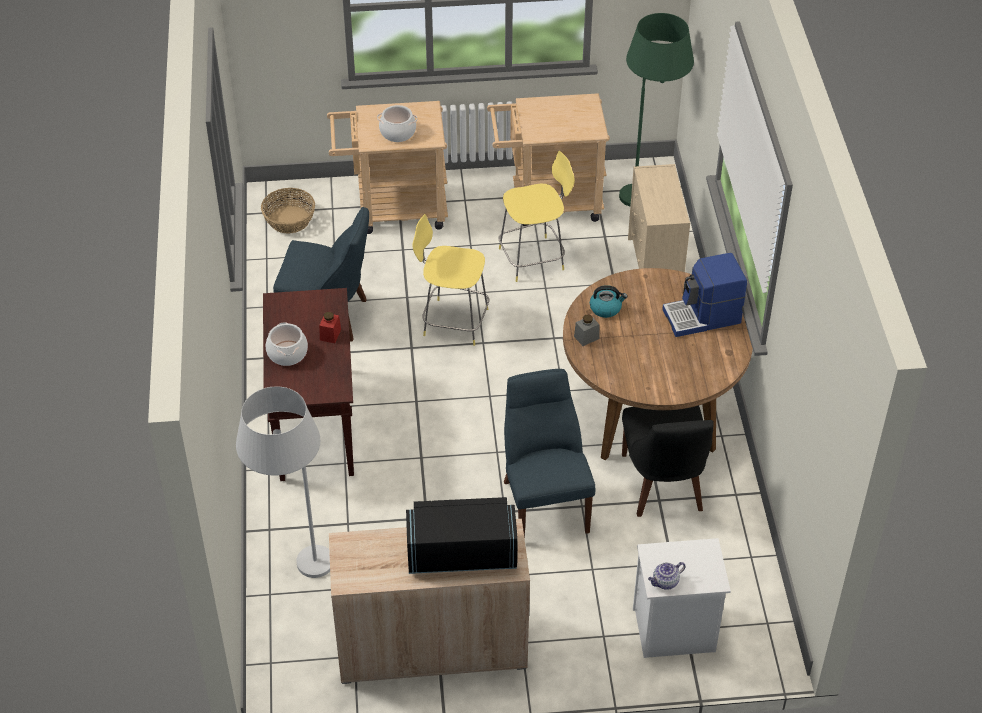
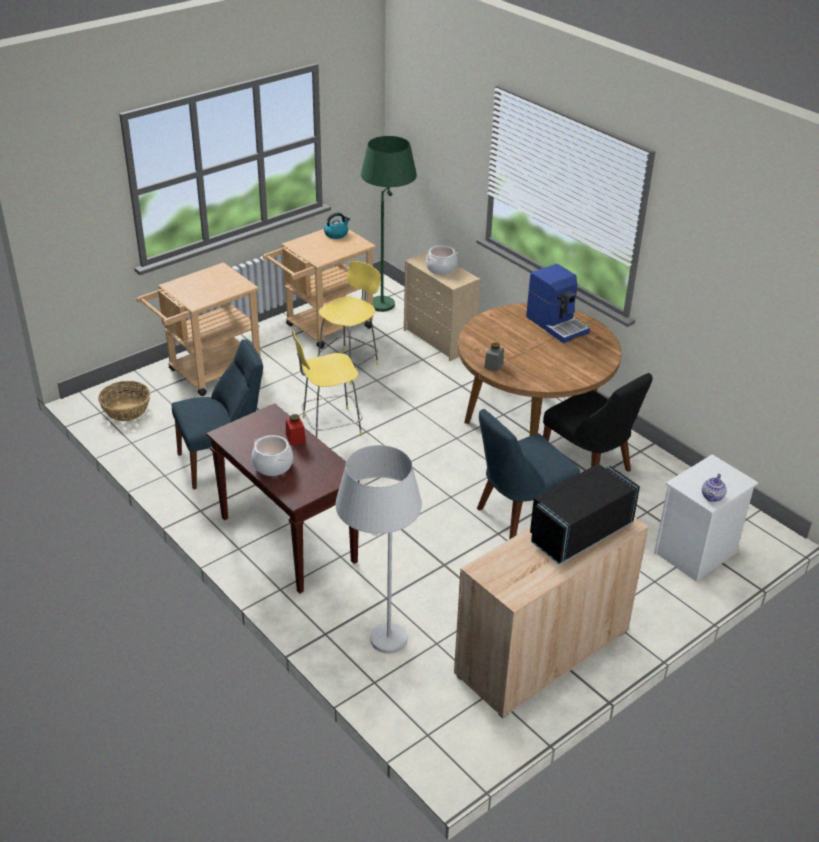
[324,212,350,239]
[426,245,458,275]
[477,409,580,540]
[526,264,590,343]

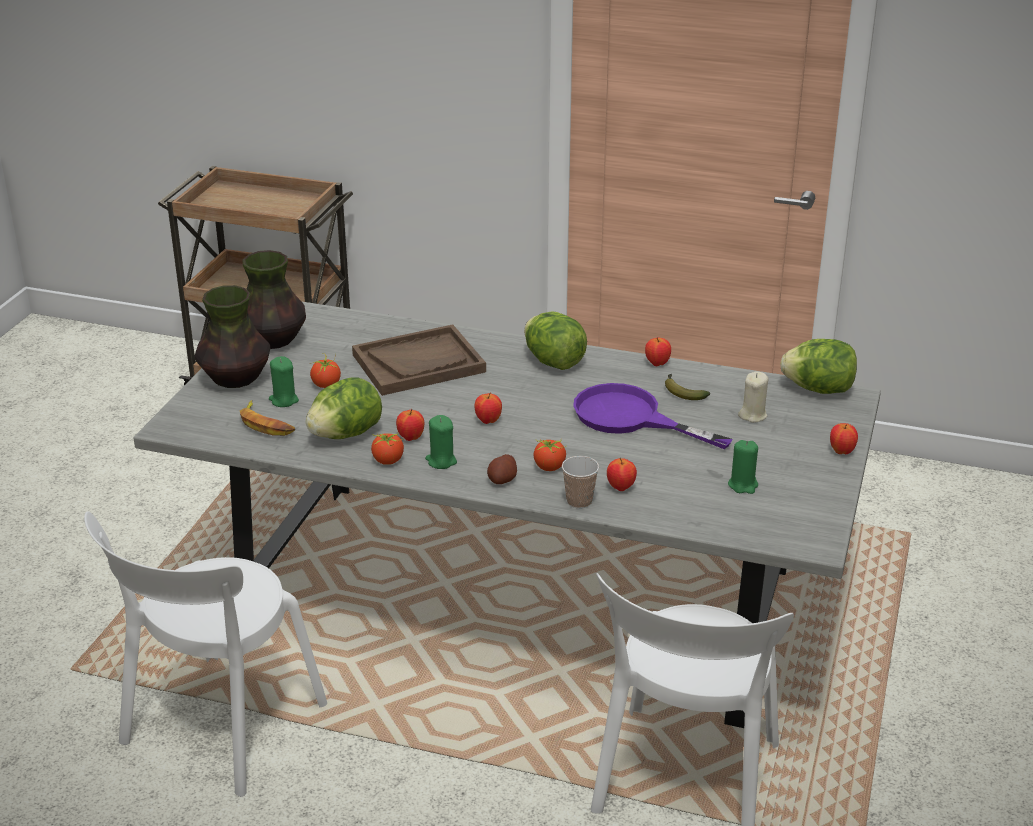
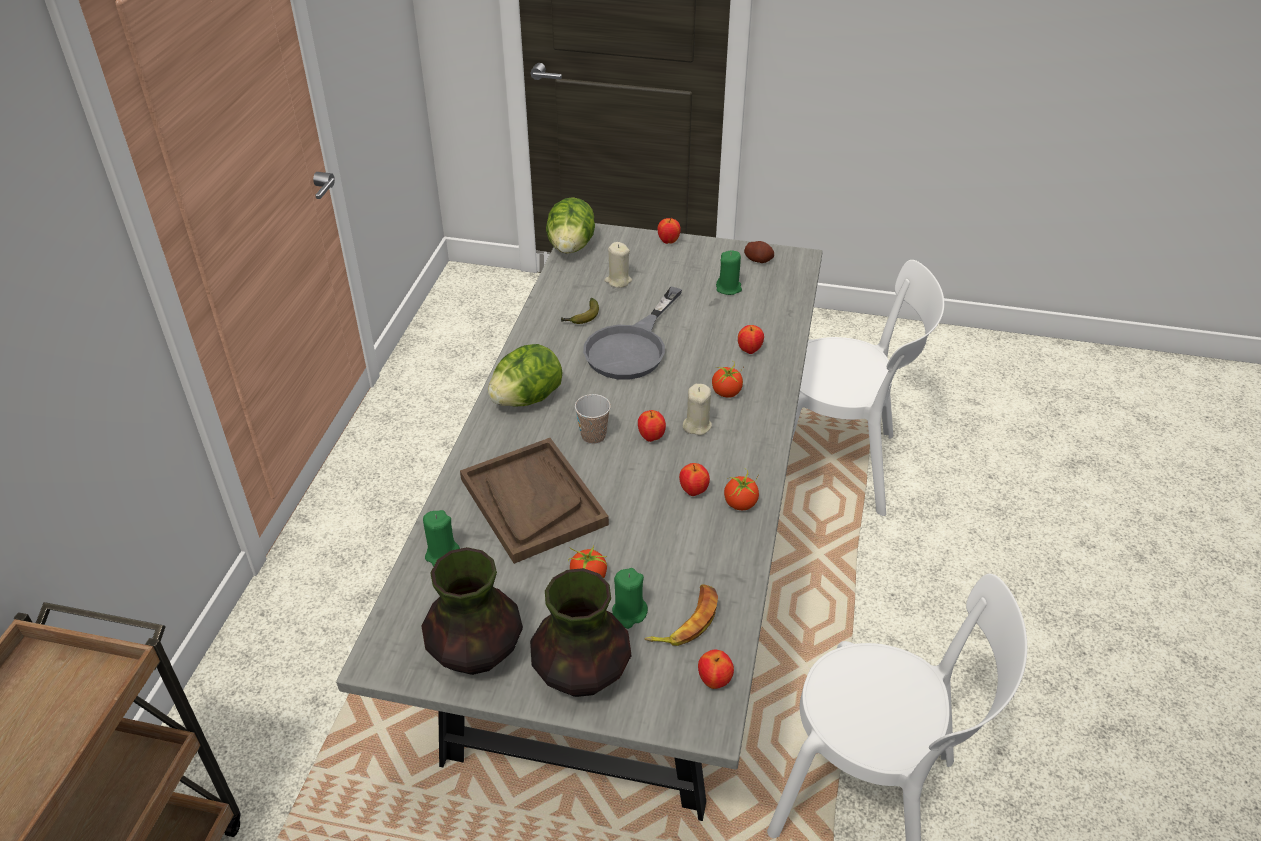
[423,510,460,566]
[575,394,611,444]
[583,287,682,380]
[683,384,712,435]
[698,650,734,689]
[744,241,774,263]
[306,378,382,439] (first image)

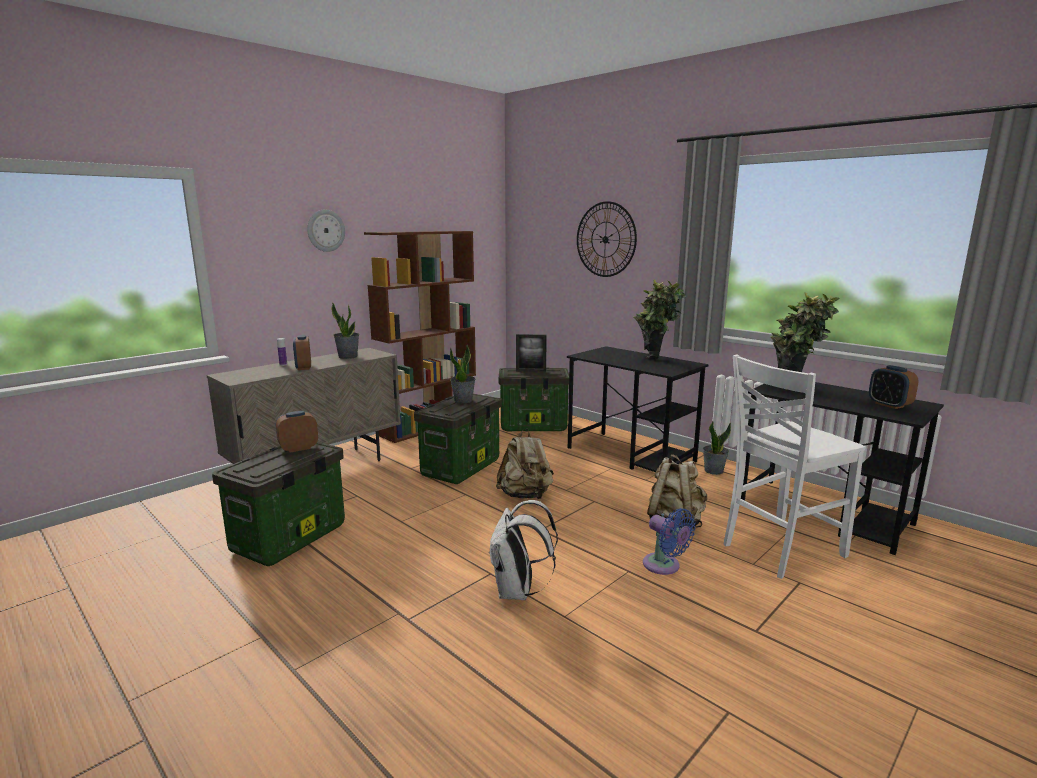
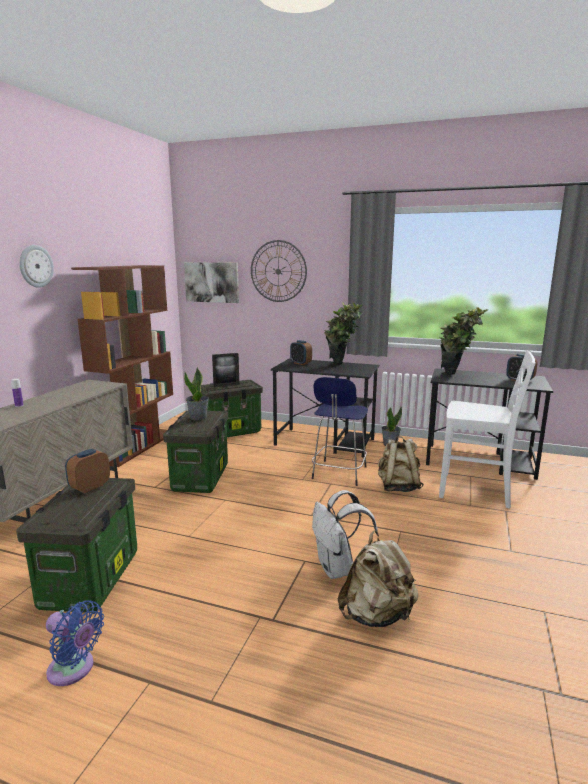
[46,600,104,686]
[184,262,239,303]
[290,340,312,365]
[312,377,368,486]
[338,531,418,627]
[439,350,536,509]
[331,302,360,359] (first image)

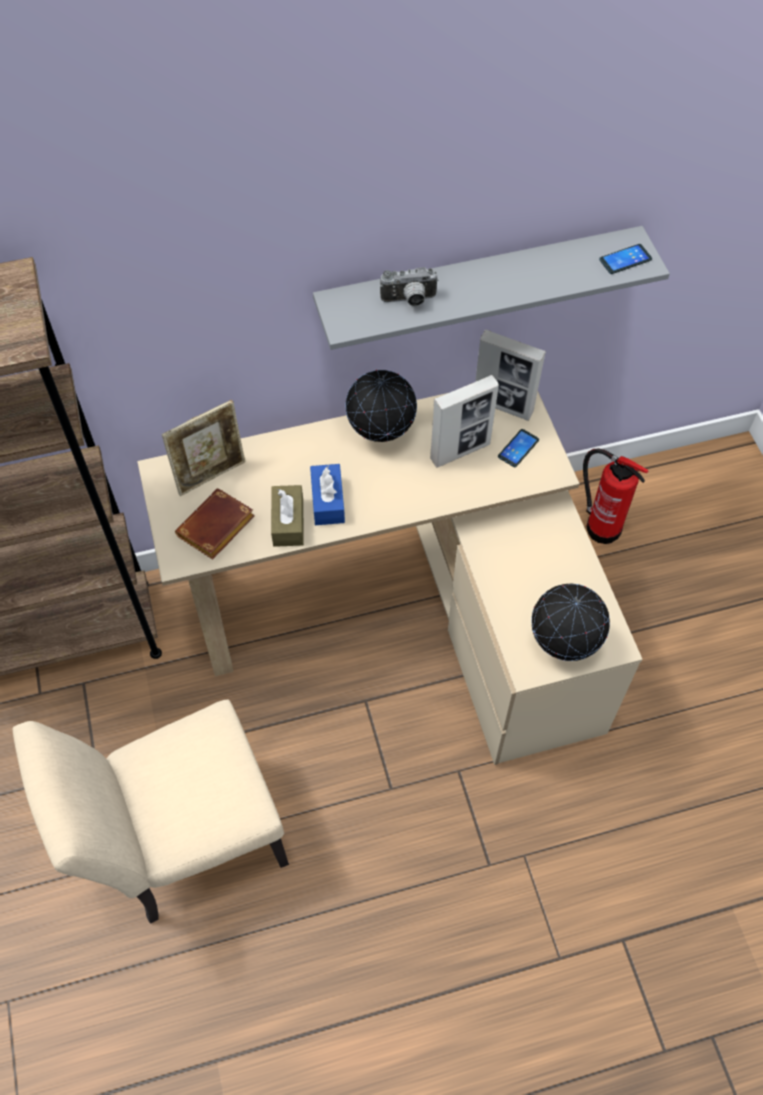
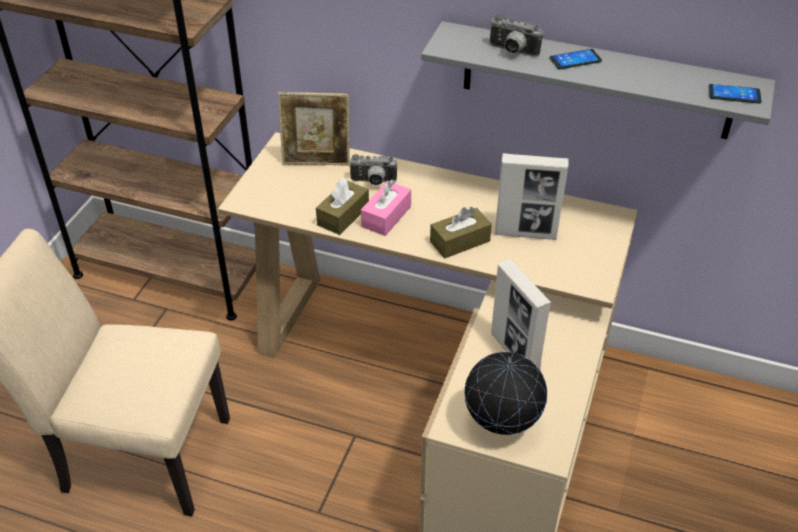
[349,154,397,186]
[361,179,411,236]
[430,207,492,259]
[491,258,551,370]
[550,49,602,70]
[175,488,255,559] (first image)
[345,370,417,442] (first image)
[583,448,648,544] (first image)

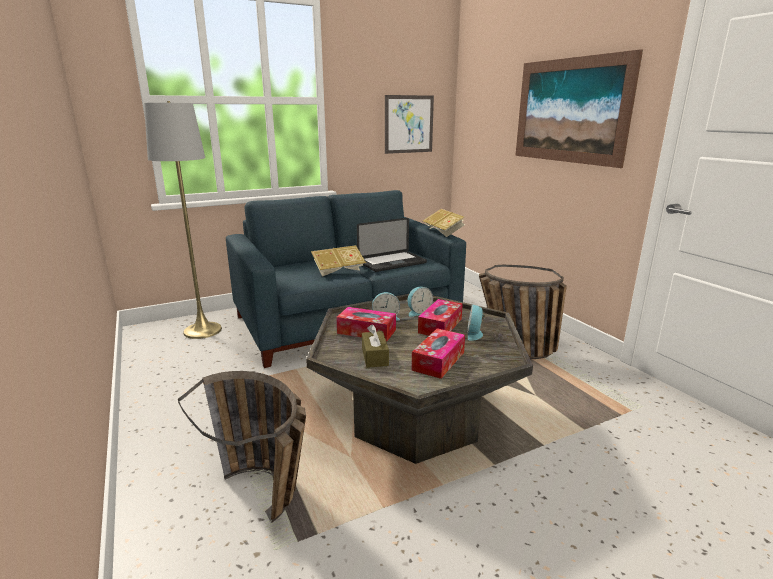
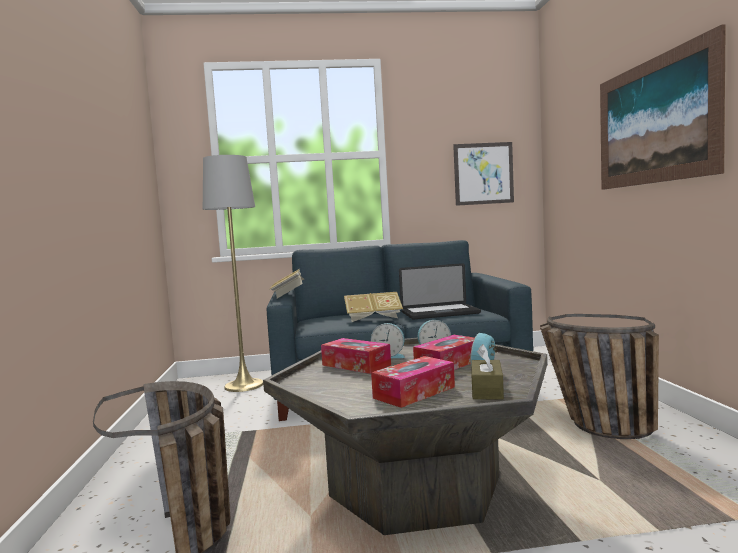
[269,269,304,298]
[471,344,504,400]

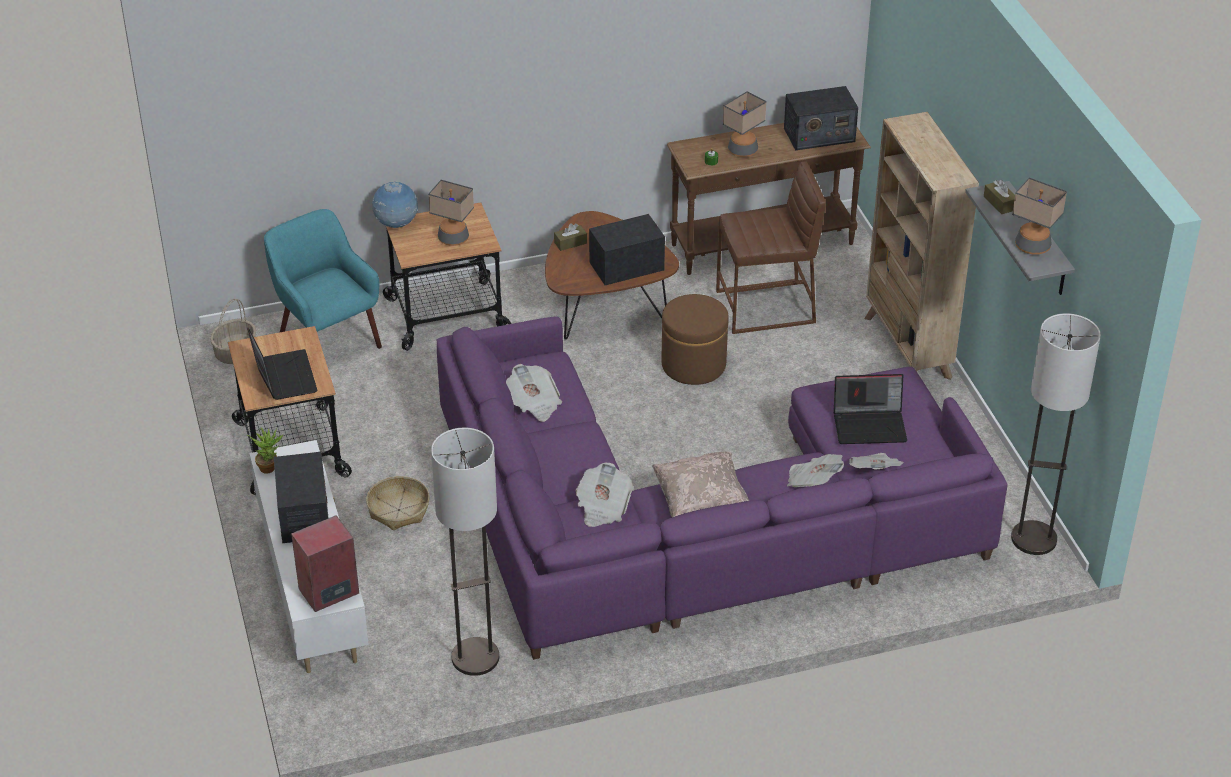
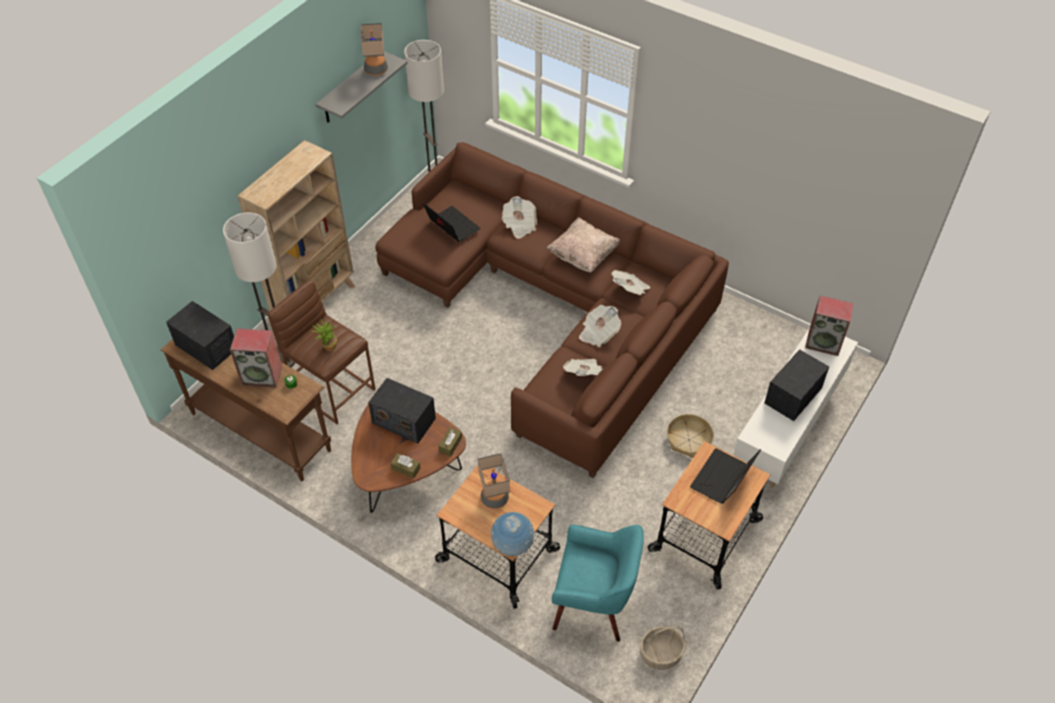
[223,213,295,367]
[230,328,282,387]
[313,318,337,351]
[375,142,729,478]
[438,427,462,457]
[552,525,644,642]
[579,305,621,347]
[661,294,729,385] (first image)

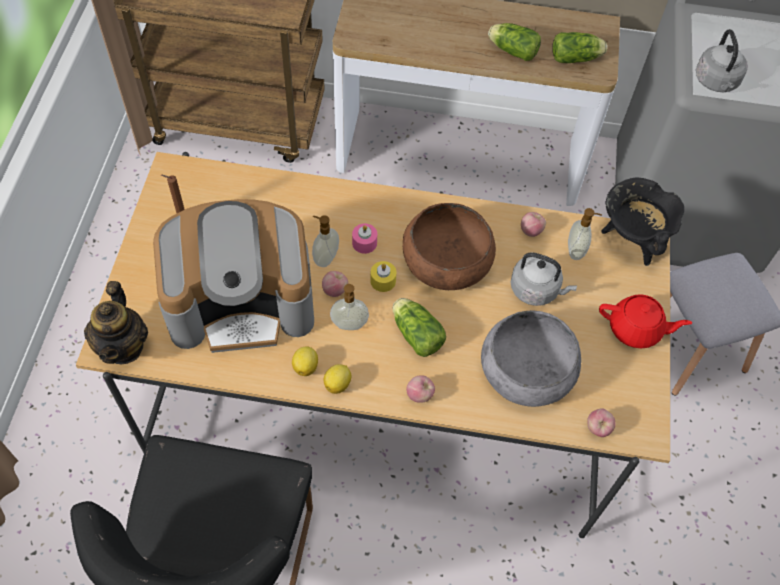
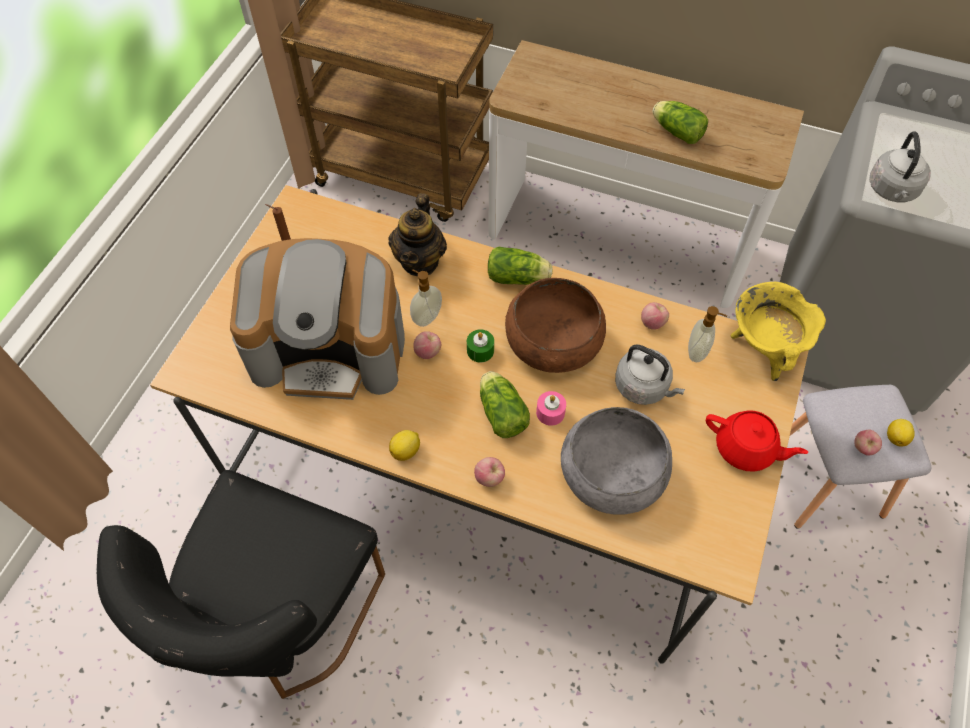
[388,193,447,276]
[467,329,494,362]
[488,247,553,285]
[536,391,566,426]
[731,282,826,381]
[854,430,882,456]
[887,419,915,447]
[330,284,369,330] (first image)

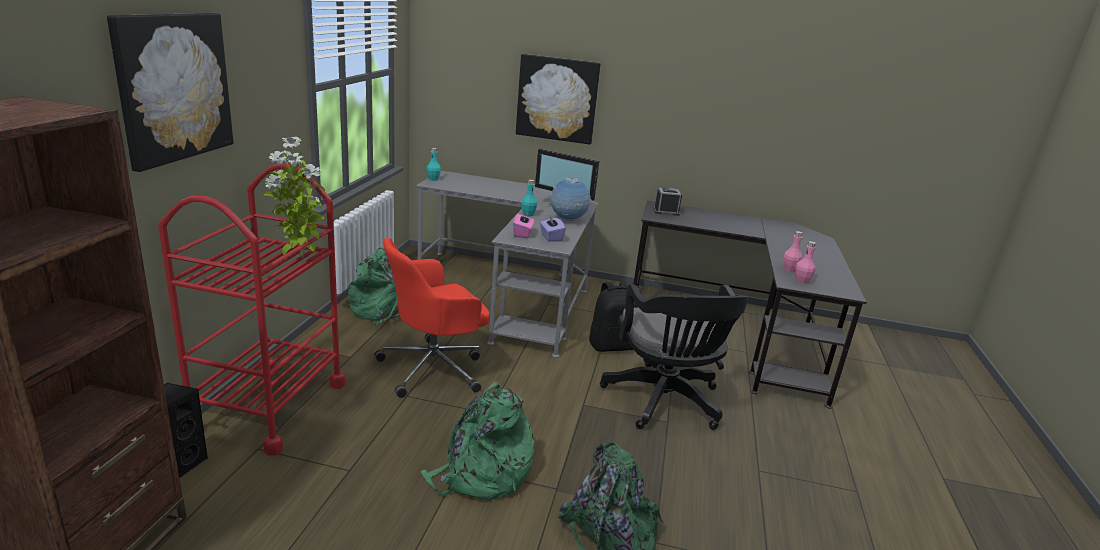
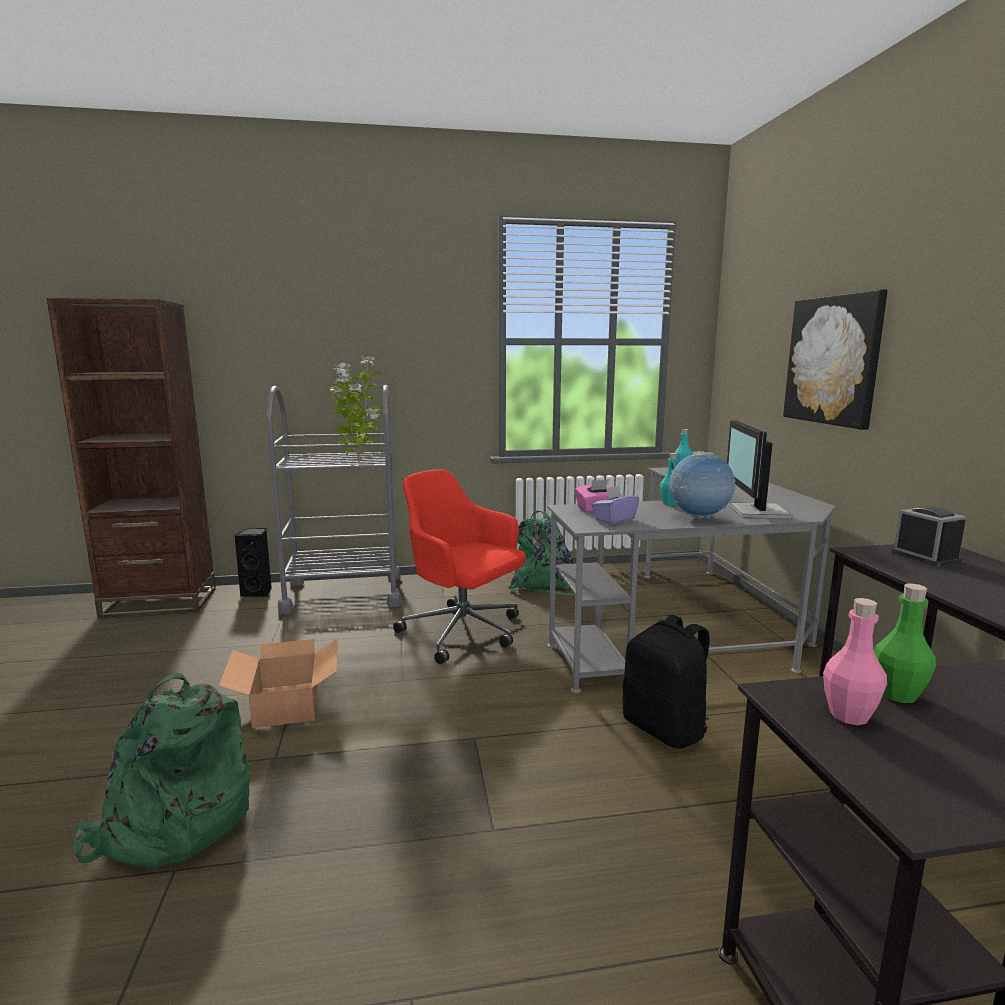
[219,638,338,728]
[266,385,401,614]
[874,584,936,703]
[107,13,233,172] (first image)
[600,284,749,430] (first image)

